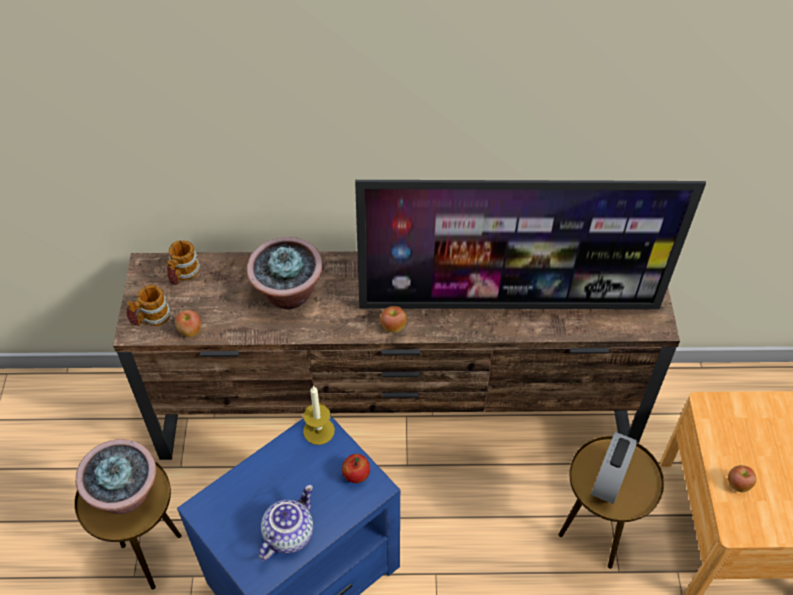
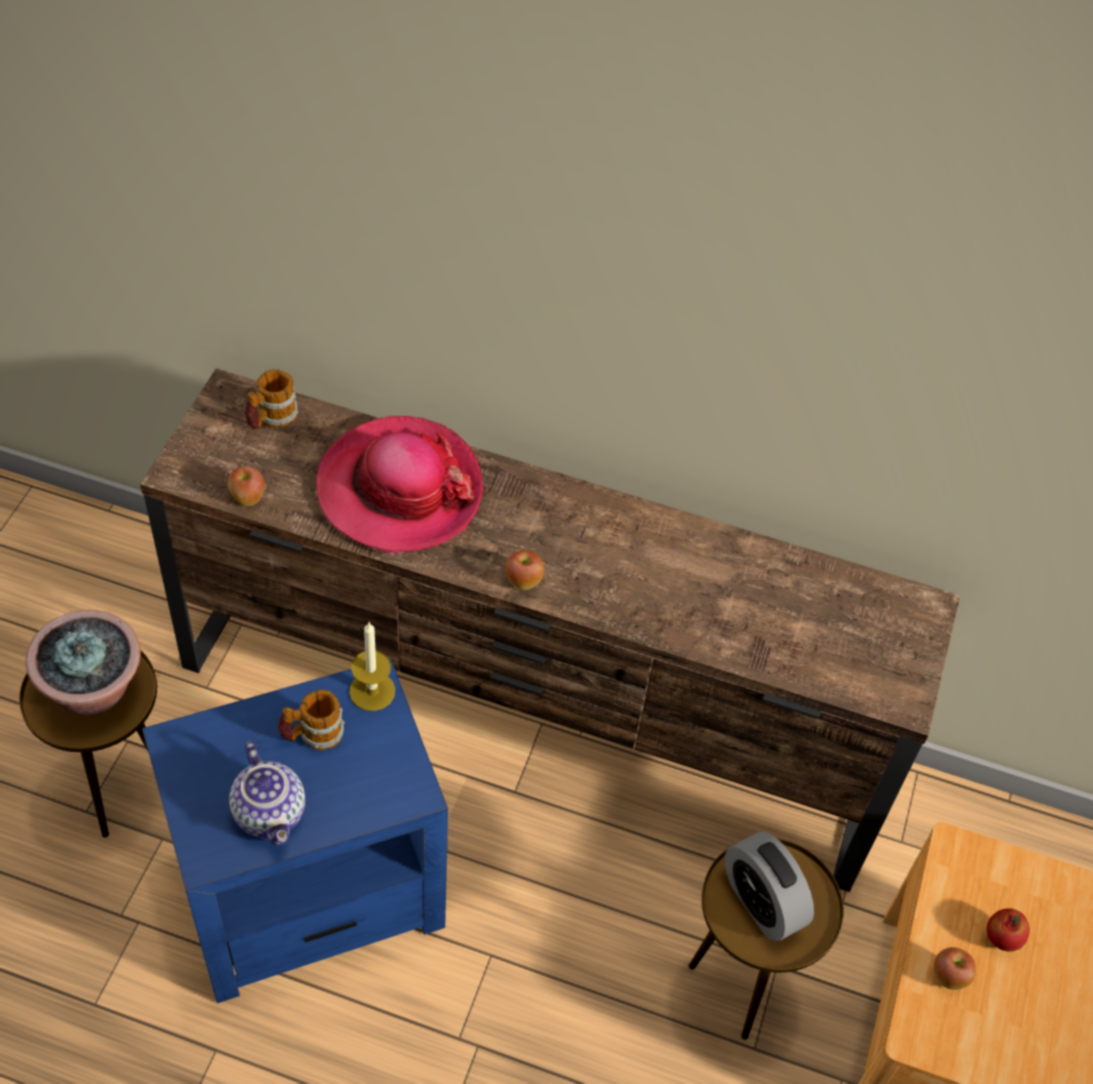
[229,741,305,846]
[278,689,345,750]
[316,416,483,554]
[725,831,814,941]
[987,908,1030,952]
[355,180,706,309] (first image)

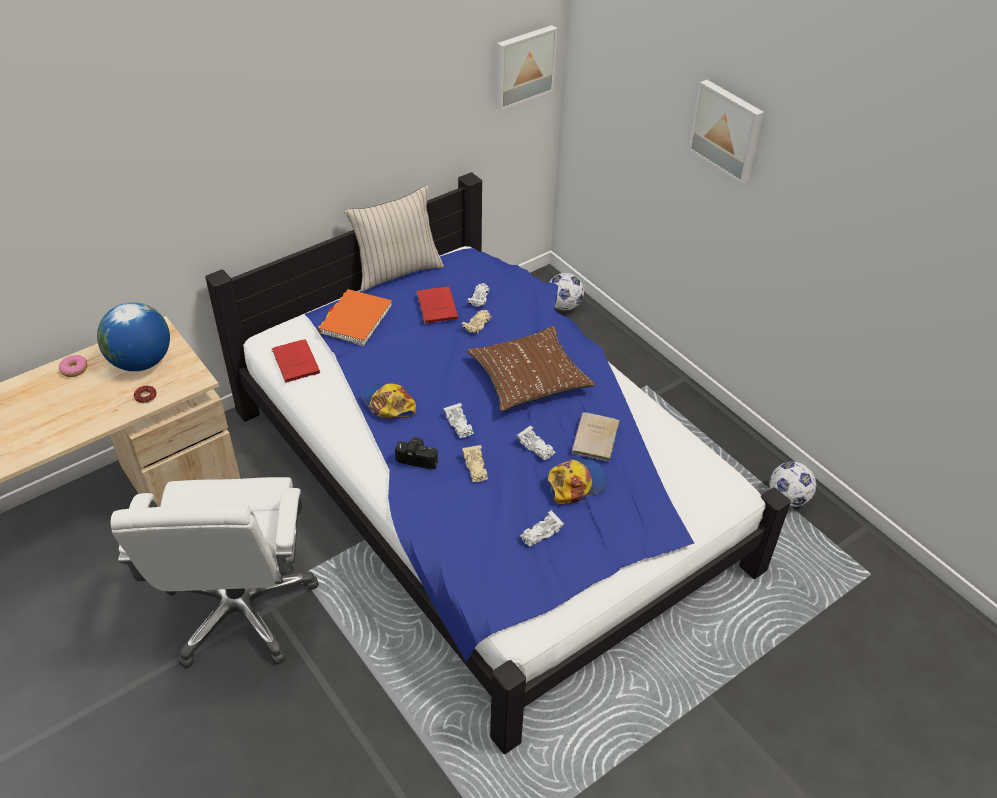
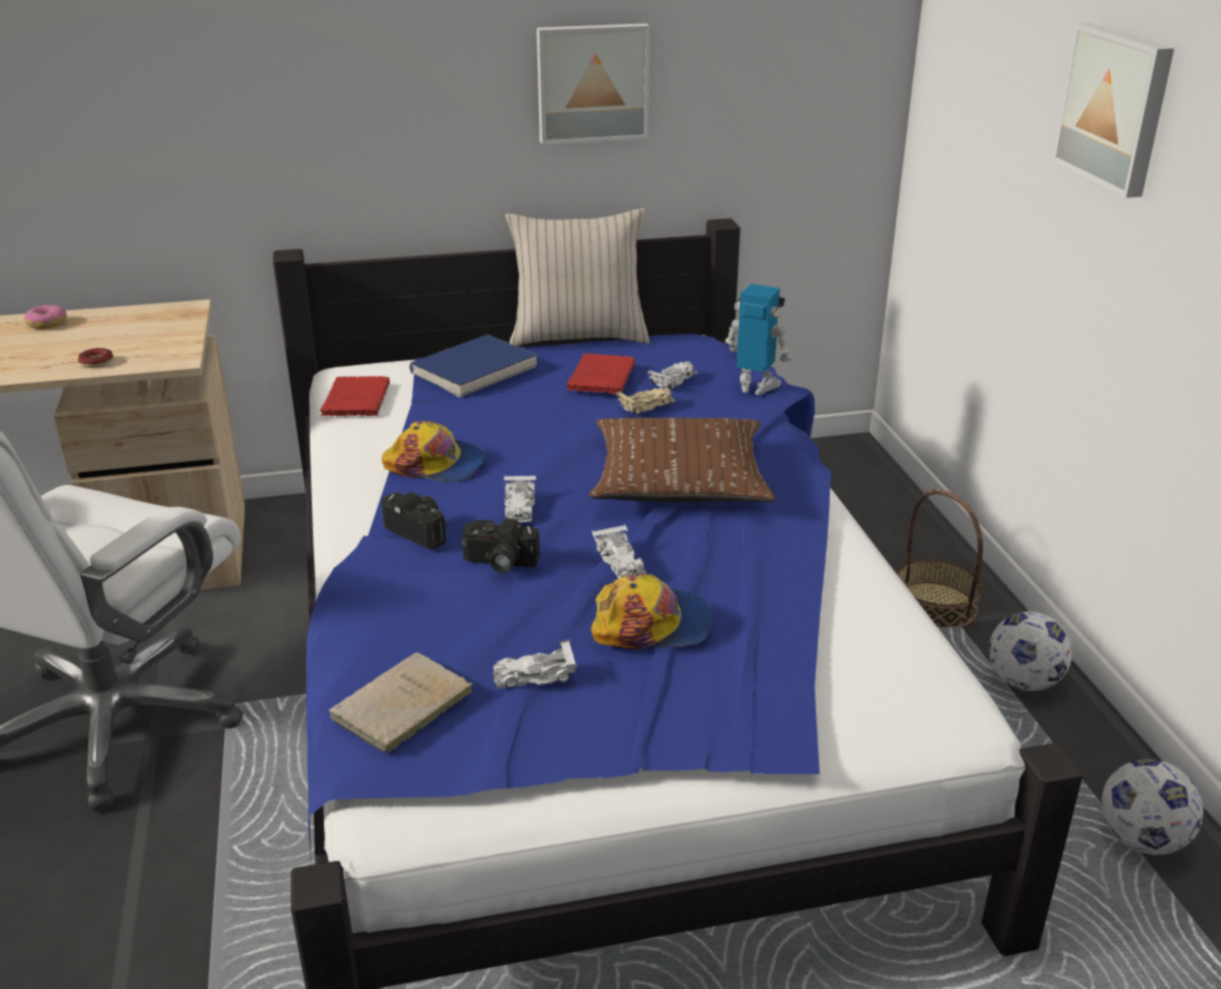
[329,653,473,755]
[382,421,485,482]
[409,335,538,398]
[462,518,540,573]
[537,23,650,145]
[725,284,792,395]
[897,489,983,628]
[989,612,1072,691]
[97,302,170,371] (first image)

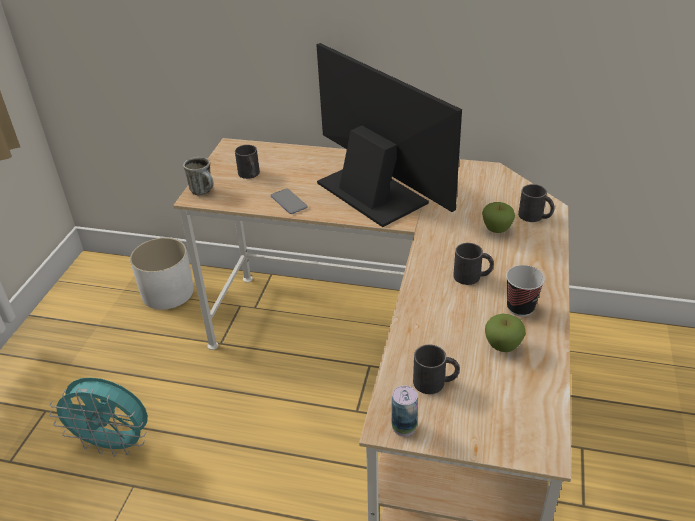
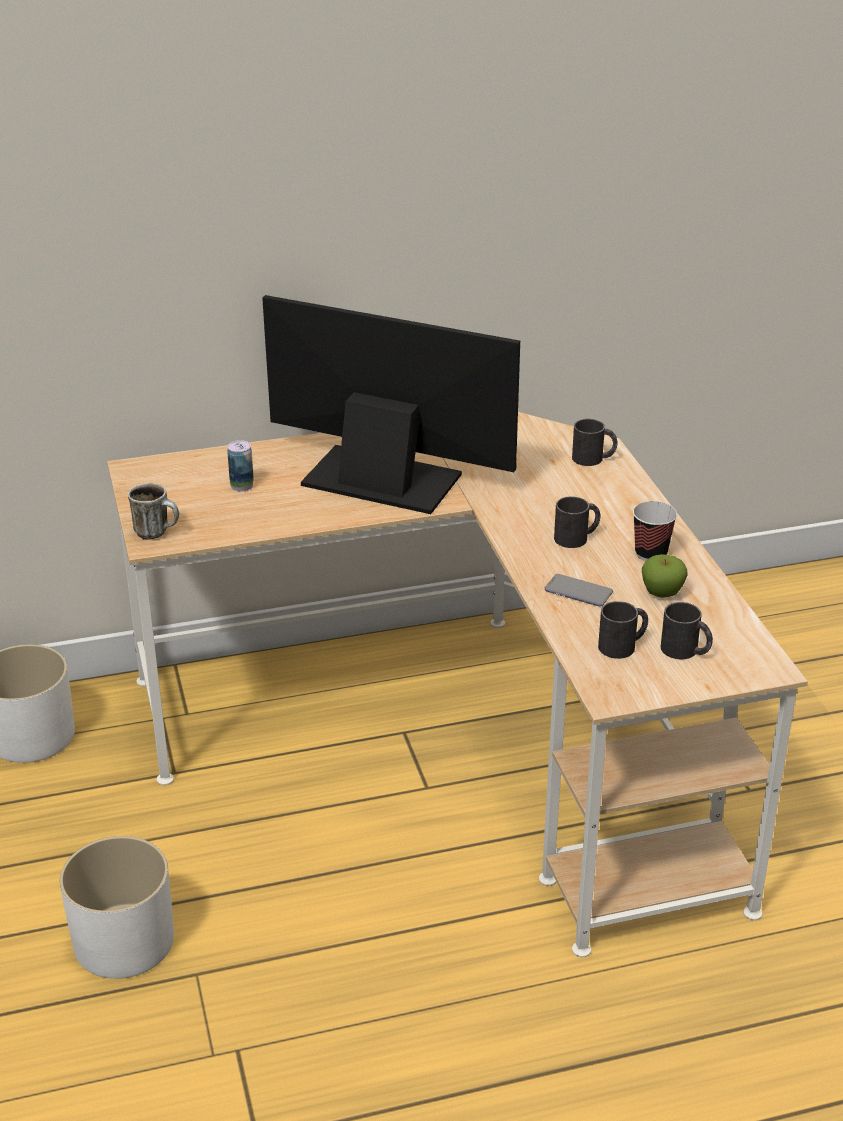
[60,836,174,979]
[227,440,254,492]
[545,574,613,606]
[661,602,713,659]
[482,202,515,233] (first image)

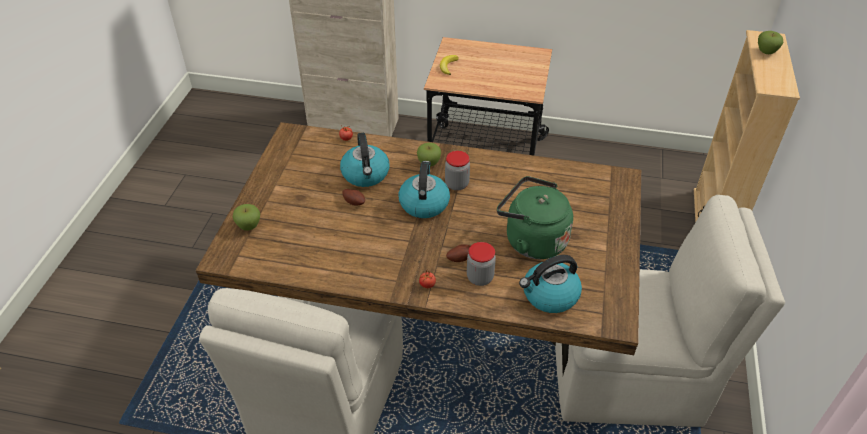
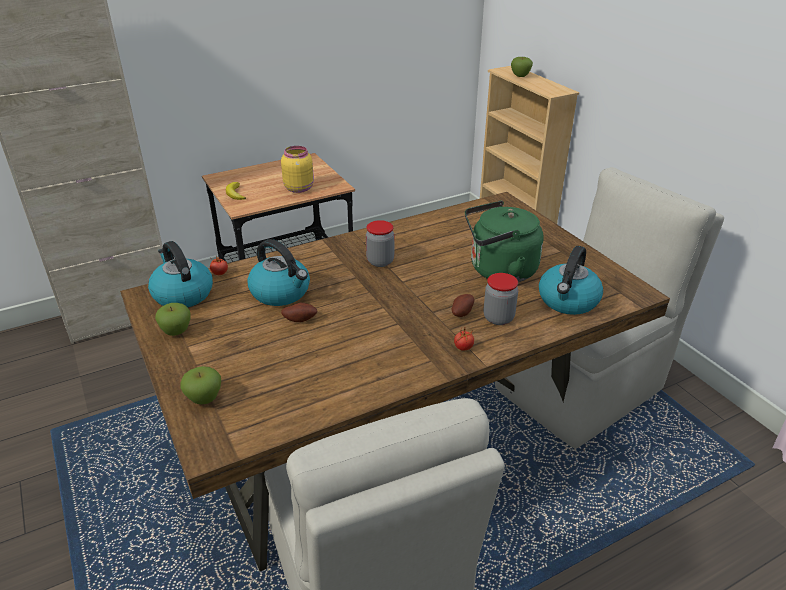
[148,241,213,307]
[155,303,191,336]
[281,146,314,193]

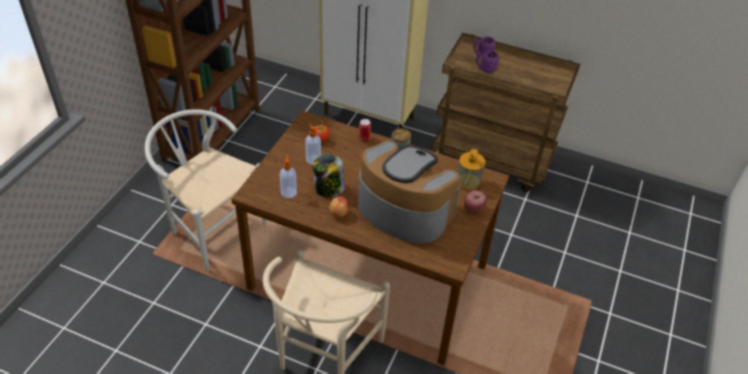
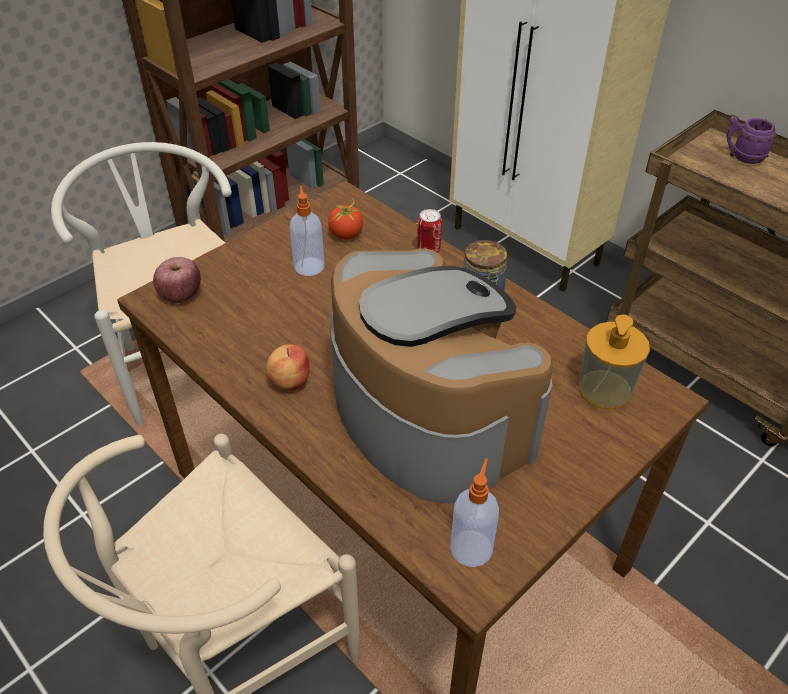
[153,257,201,303]
[450,458,499,567]
[313,154,345,197] (first image)
[476,50,500,73] (first image)

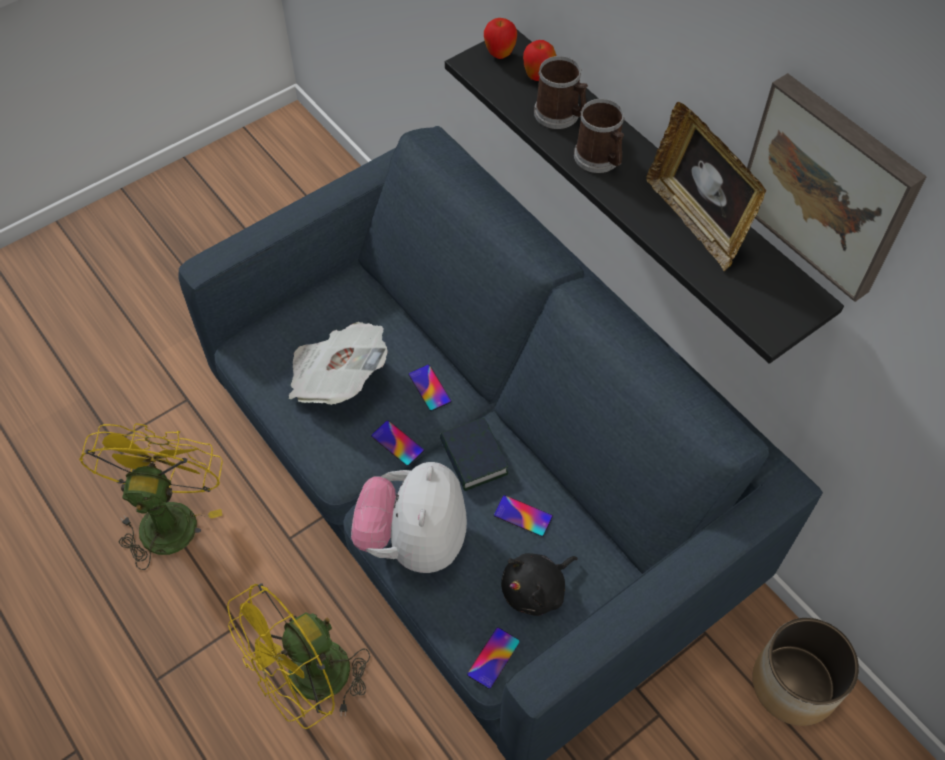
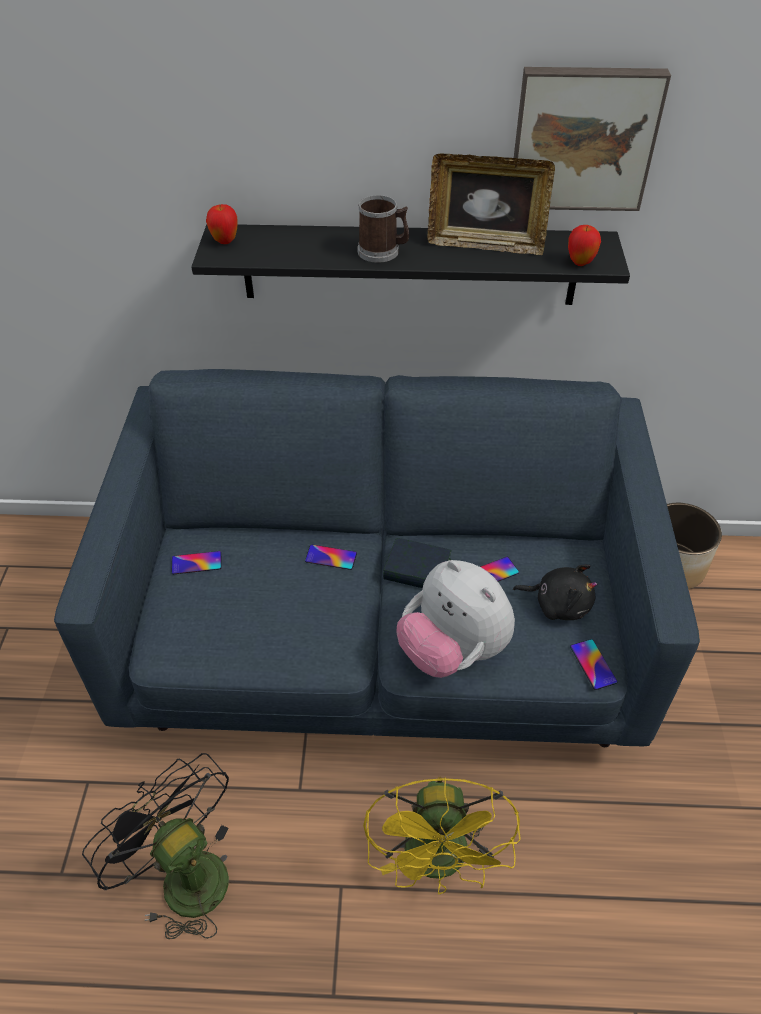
[82,753,229,939]
[171,551,222,574]
[513,564,597,620]
[568,225,601,266]
[289,322,388,405] (first image)
[534,56,588,129] (first image)

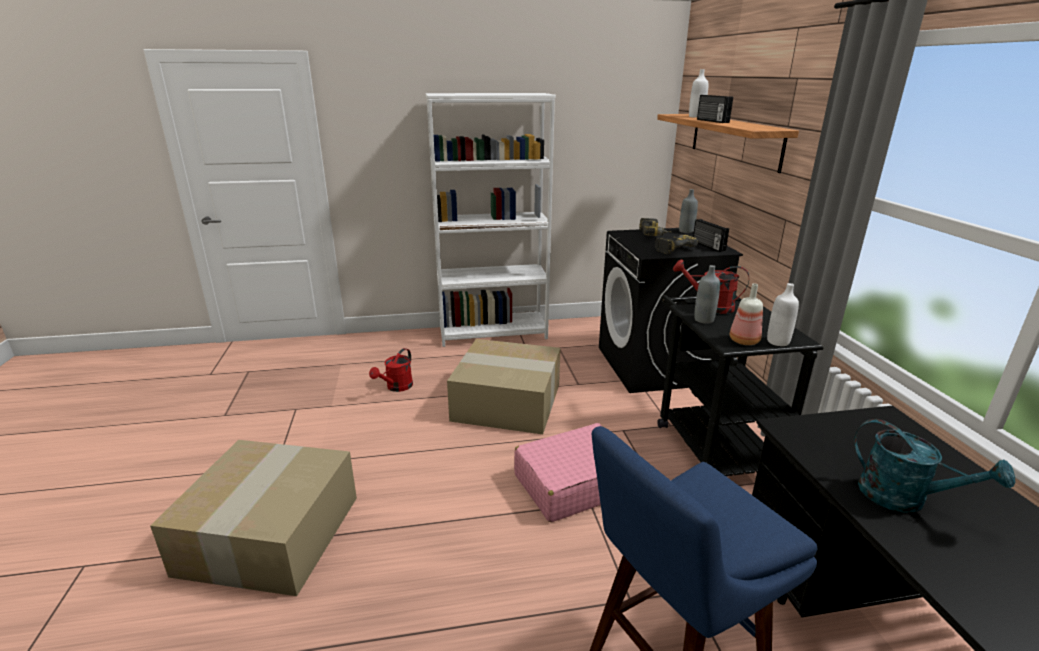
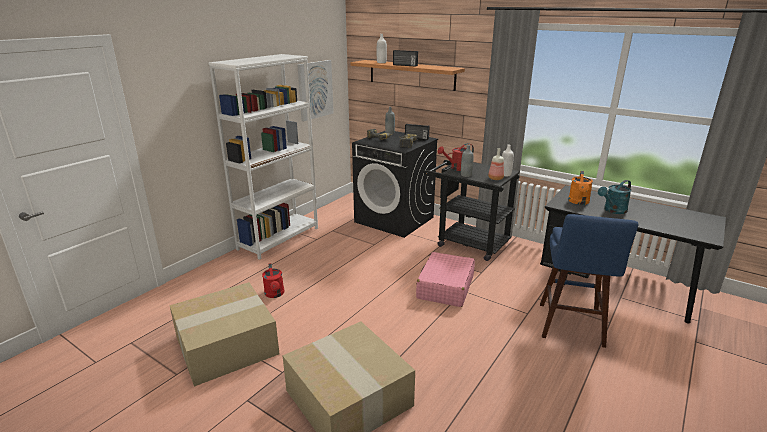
[169,282,279,386]
[297,60,334,121]
[568,171,593,205]
[598,180,632,214]

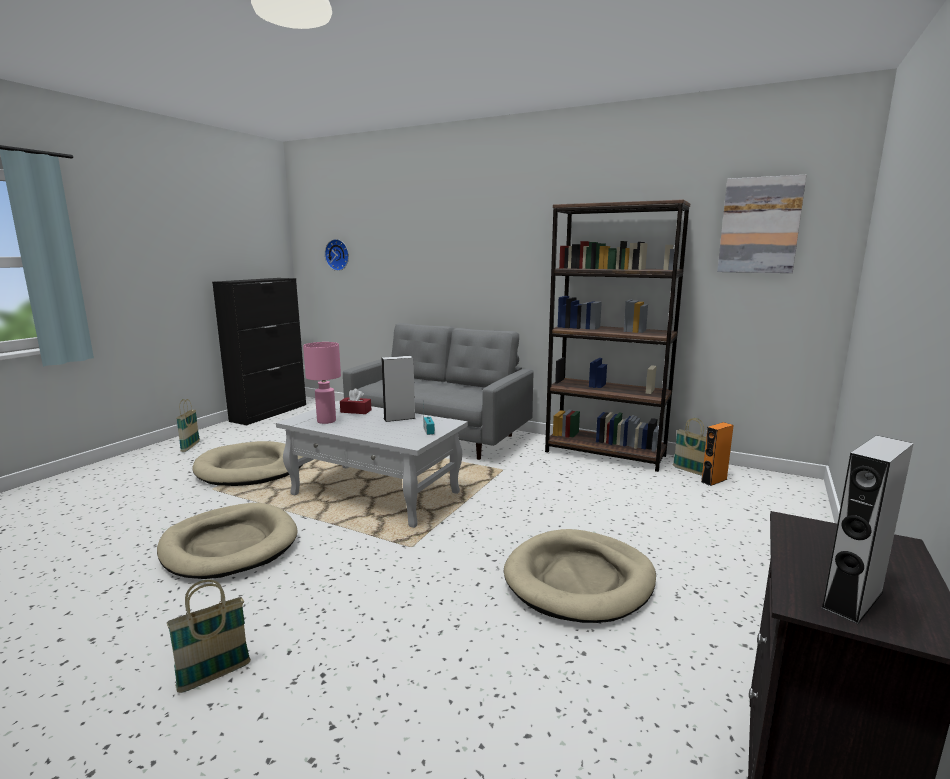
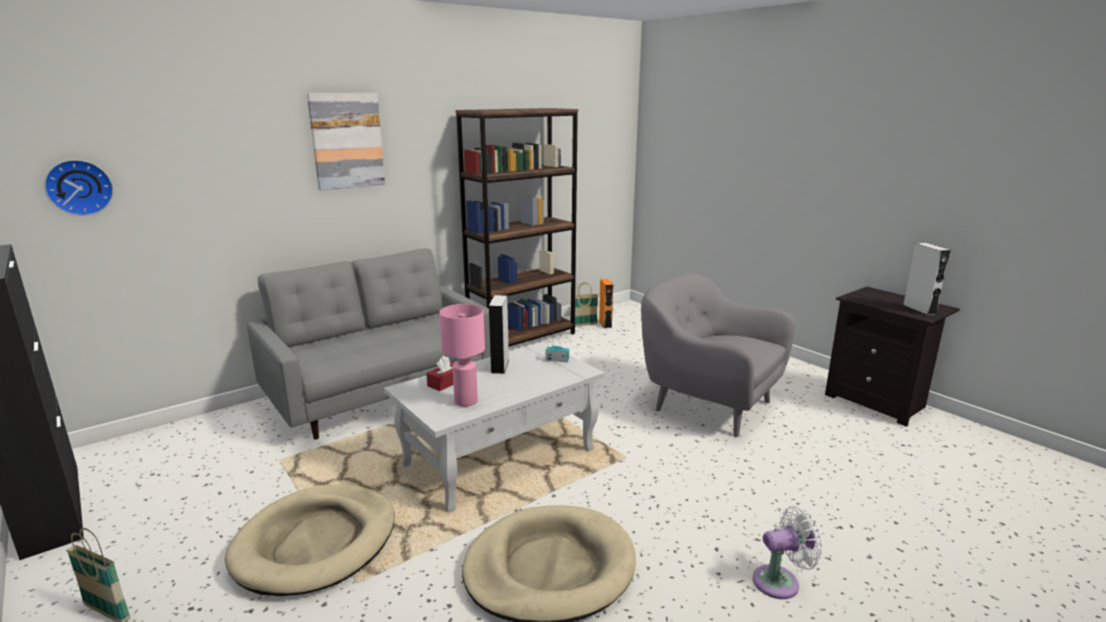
[307,93,385,190]
[641,274,795,437]
[753,506,823,599]

